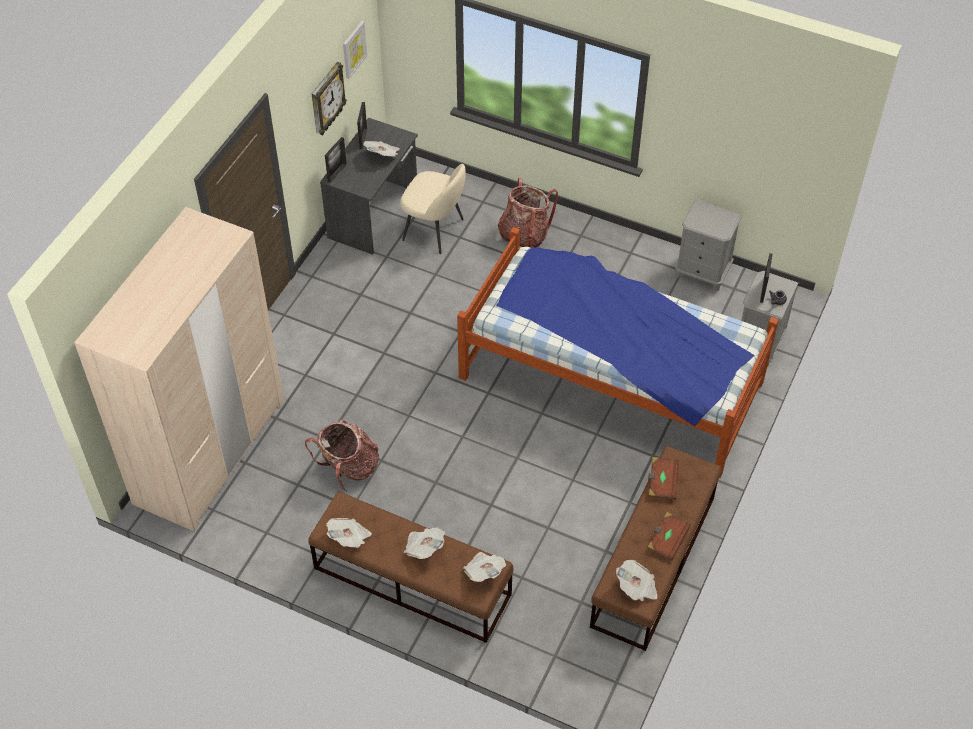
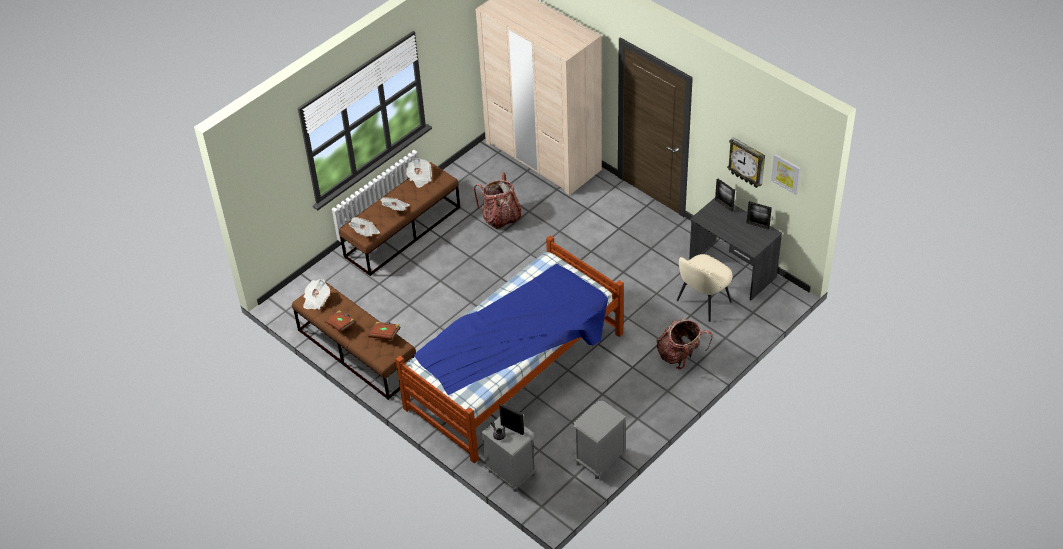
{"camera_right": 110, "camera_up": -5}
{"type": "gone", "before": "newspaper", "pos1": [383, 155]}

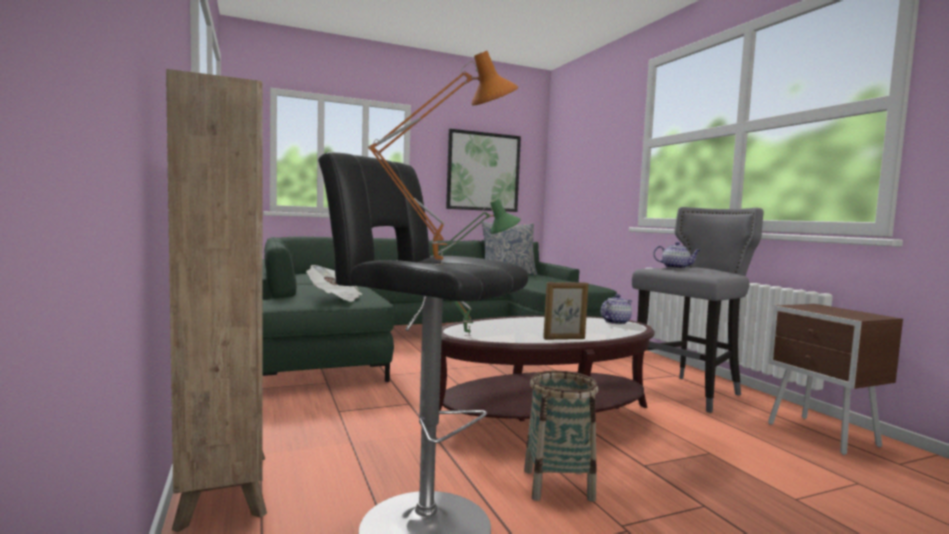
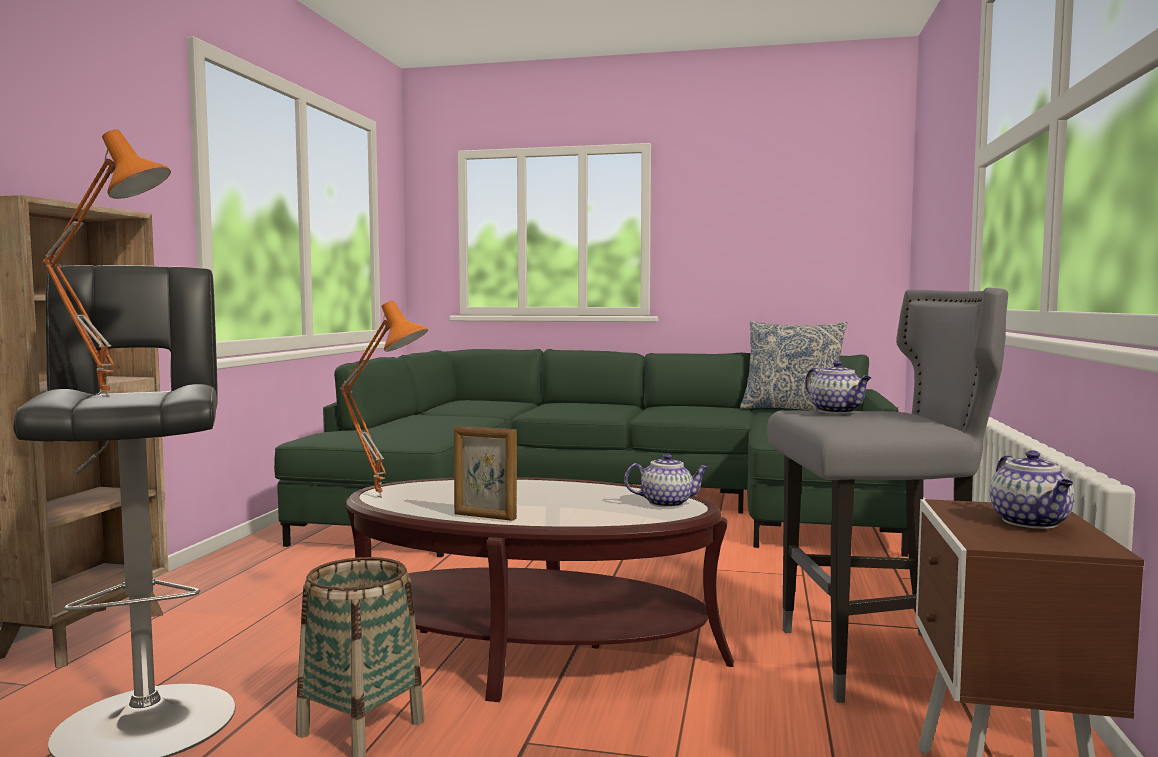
{"camera_right": 35, "camera_up": 0}
{"type": "gone", "before": "picture", "pos1": [483, 172]}
{"type": "repainted", "before": "table lamp (green)", "after": "table lamp (orange)", "pos1": [468, 335], "pos2": [382, 496]}
{"type": "gone", "before": "newspaper", "pos1": [334, 298]}
{"type": "new", "after": "teapot", "pos2": [1031, 523]}

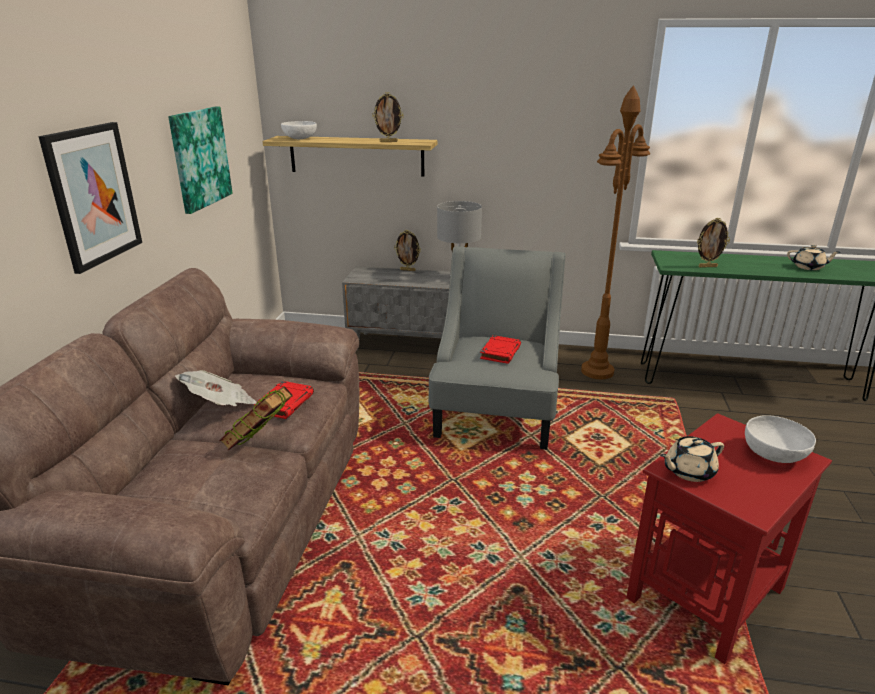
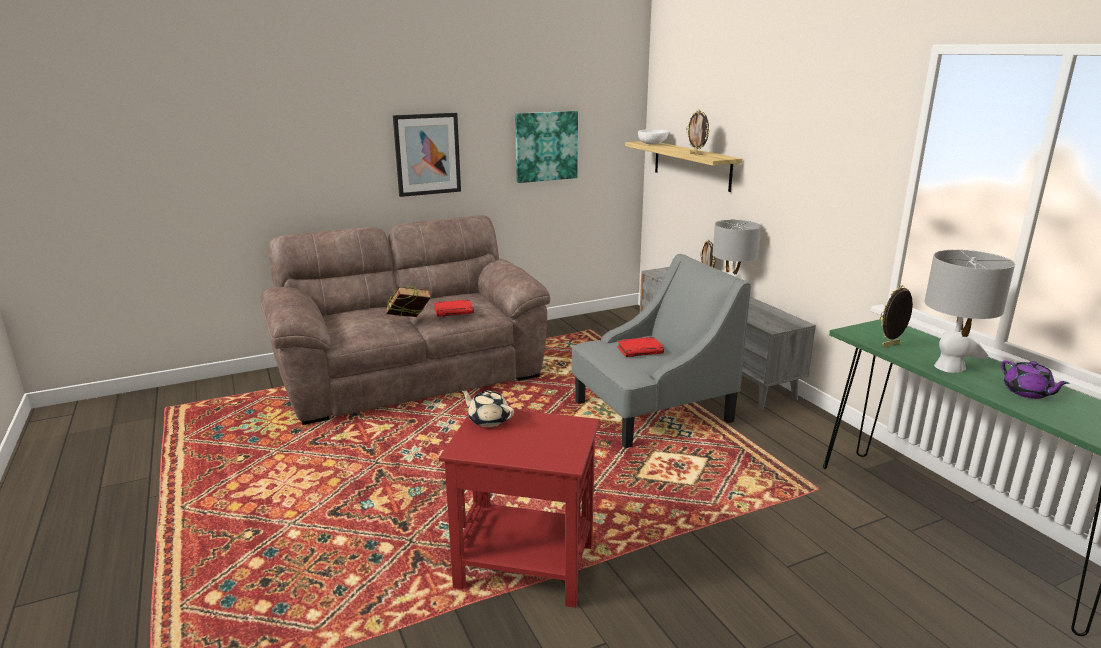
{"camera_right": 55, "camera_up": -5}
{"type": "gone", "before": "floor lamp (brown)", "pos1": [597, 371]}
{"type": "rotated", "before": "picture frame", "pos1": [707, 266], "pos2": [891, 345], "turn": 105}
{"type": "repainted", "before": "teapot (beige)", "after": "teapot (purple)", "pos1": [809, 267], "pos2": [1027, 393]}
{"type": "gone", "before": "newspaper", "pos1": [220, 404]}
{"type": "gone", "before": "bowl (white)", "pos1": [774, 453]}
{"type": "new", "after": "table lamp (grey)", "pos2": [950, 367]}

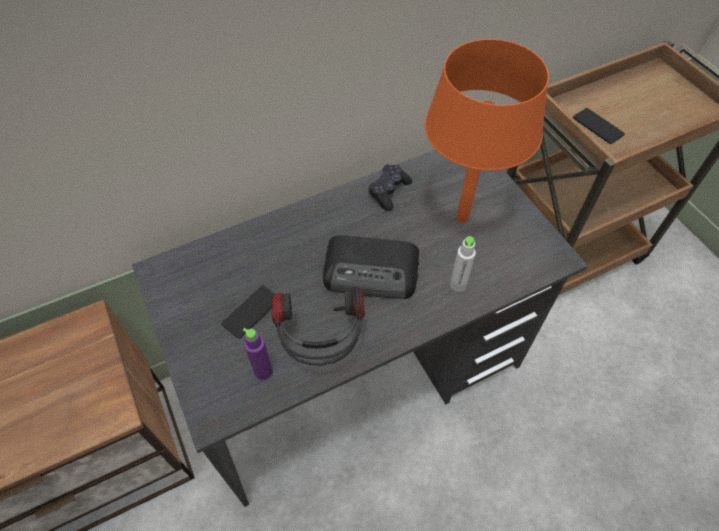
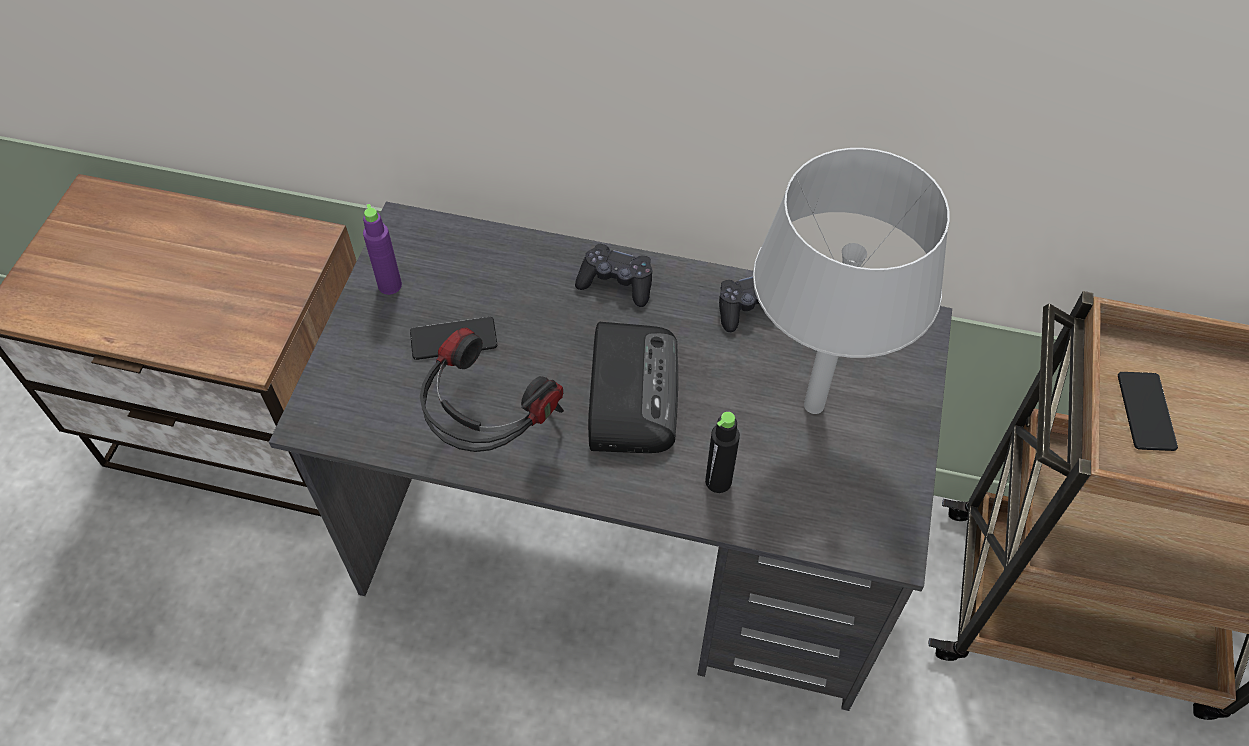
{"camera_right": 40, "camera_up": 0}
{"type": "repainted", "before": "table lamp (orange)", "after": "table lamp (grey)", "pos1": [462, 218], "pos2": [814, 406]}
{"type": "rotated", "before": "radio", "pos1": [372, 271], "pos2": [631, 391], "turn": -135}
{"type": "repainted", "before": "bottle (white)", "after": "bottle (black)", "pos1": [458, 285], "pos2": [718, 481]}
{"type": "shifted", "before": "bottle (purple)", "pos1": [263, 371], "pos2": [390, 285]}
{"type": "new", "after": "game controller (black)", "pos2": [616, 283]}

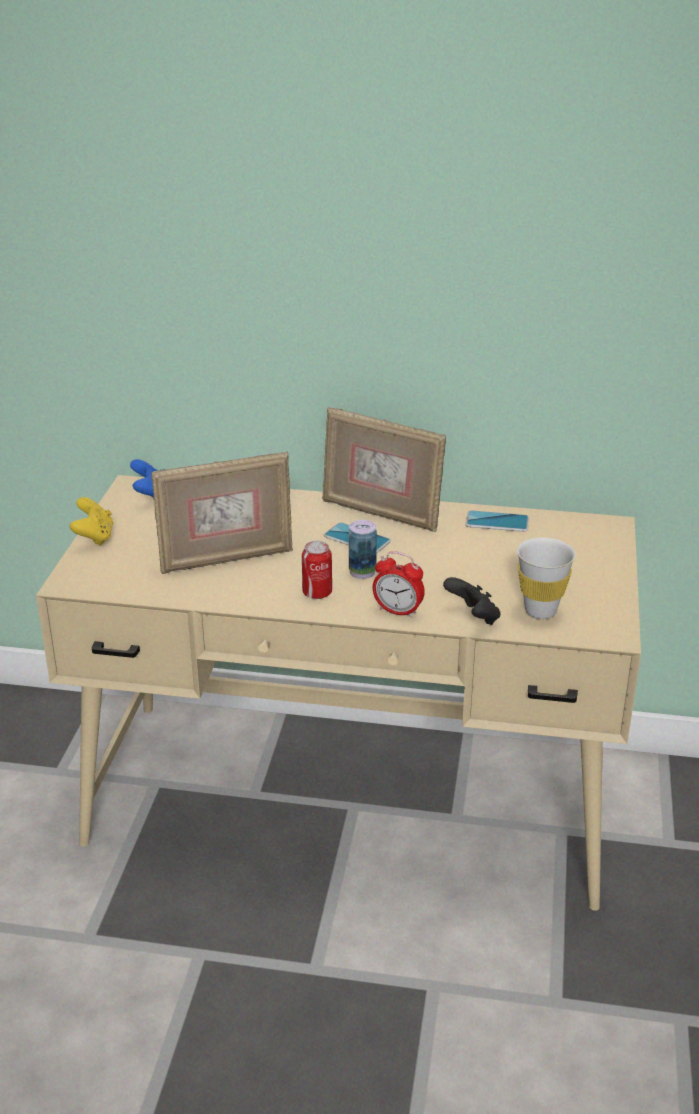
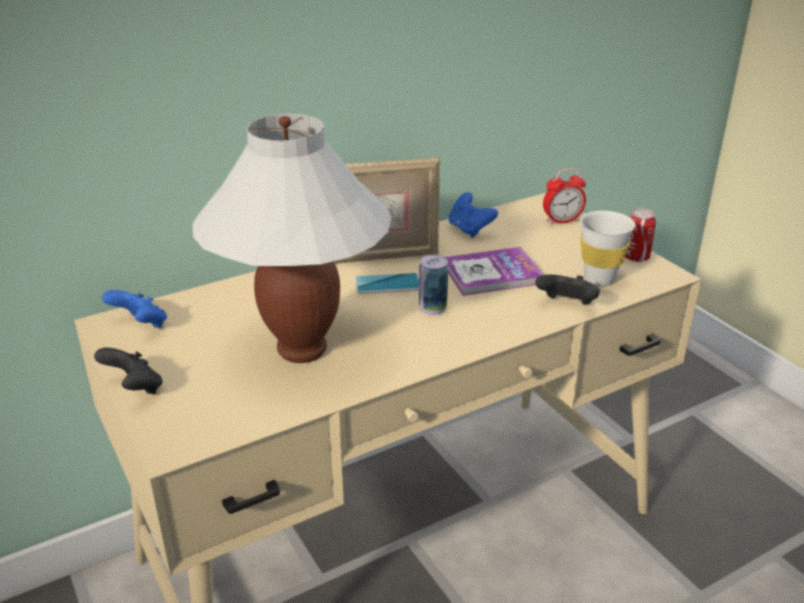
{"camera_right": -40, "camera_up": 0}
{"type": "swapped", "before": "picture frame", "after": "table lamp (white)", "pos1": [226, 559], "pos2": [301, 349]}
{"type": "repainted", "before": "game controller (yellow)", "after": "game controller (black)", "pos1": [94, 537], "pos2": [135, 389]}
{"type": "swapped", "before": "phone", "after": "game controller (blue)", "pos1": [497, 522], "pos2": [469, 229]}
{"type": "shifted", "before": "can", "pos1": [317, 593], "pos2": [636, 257]}
{"type": "shifted", "before": "alarm clock", "pos1": [398, 611], "pos2": [562, 221]}
{"type": "new", "after": "book", "pos2": [492, 274]}

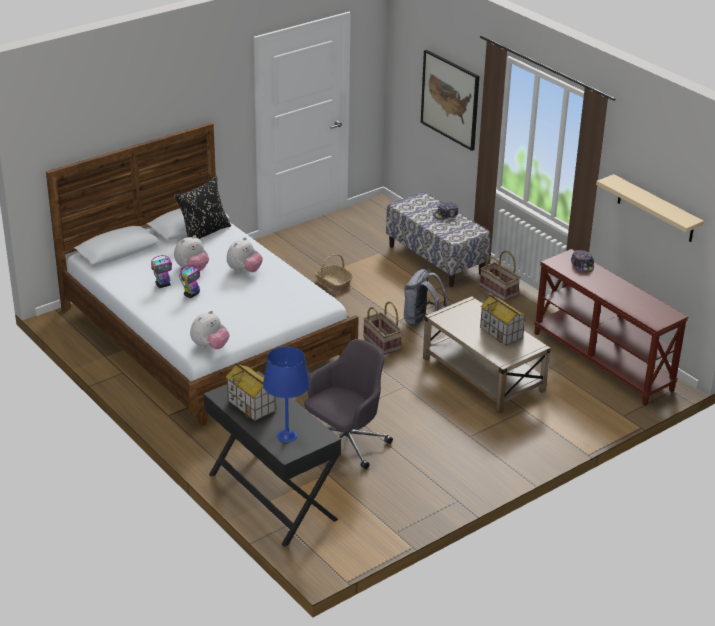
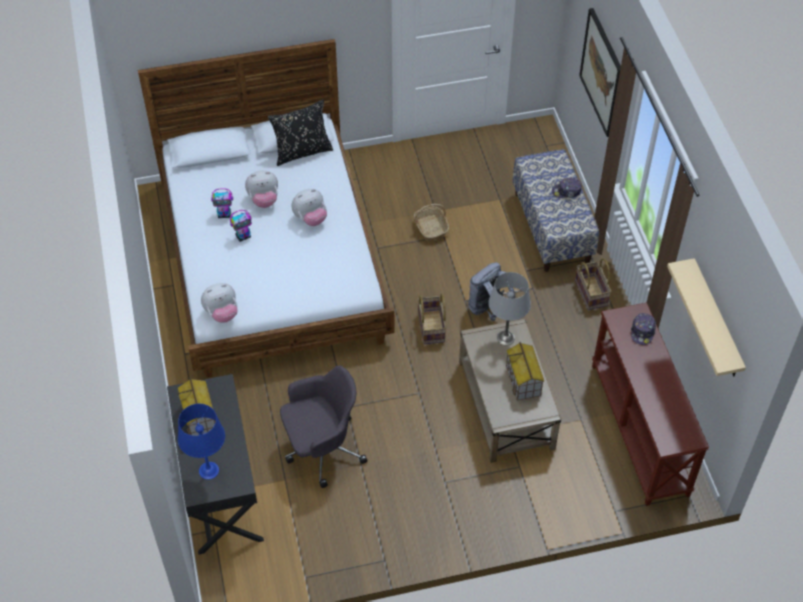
{"camera_right": 25, "camera_up": 20}
{"type": "new", "after": "table lamp (grey)", "pos2": [505, 338]}

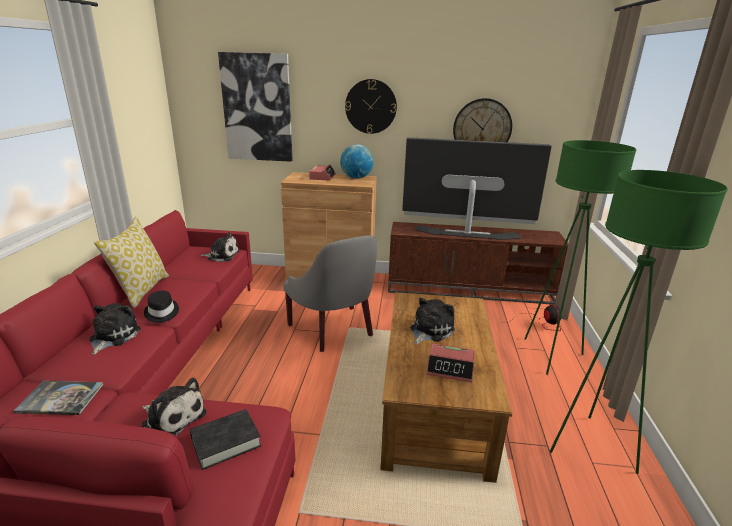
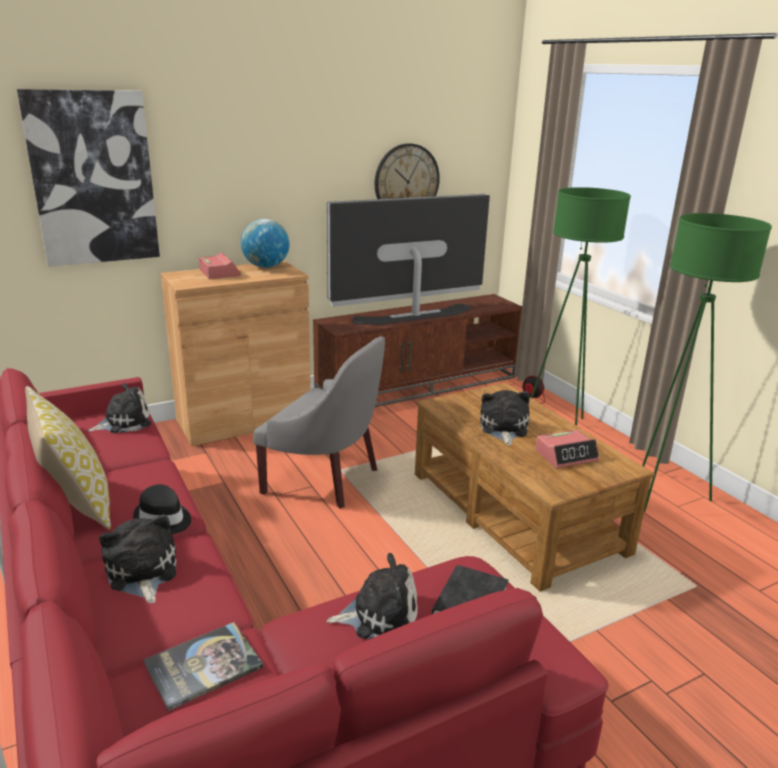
{"camera_right": -35, "camera_up": 0}
{"type": "gone", "before": "wall clock", "pos1": [370, 106]}

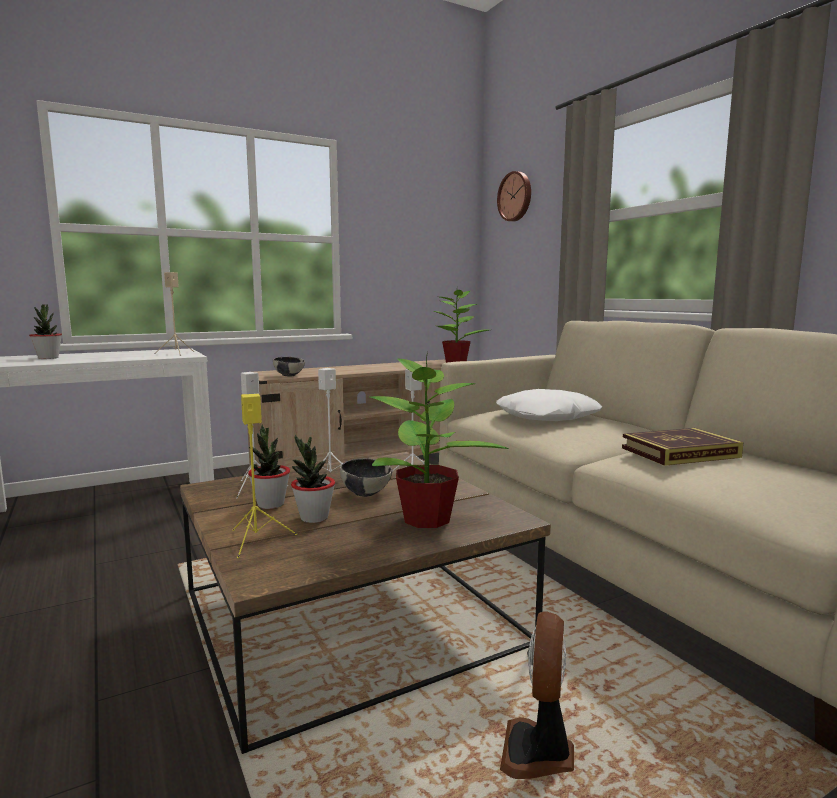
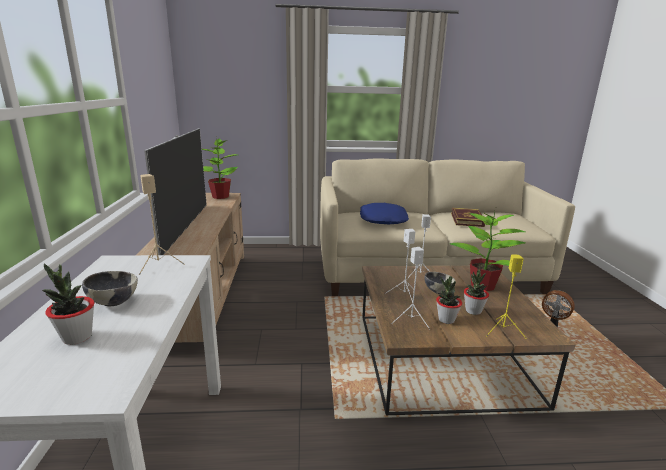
{"camera_right": -65, "camera_up": 10}
{"type": "gone", "before": "wall clock", "pos1": [516, 196]}
{"type": "shifted", "before": "bowl", "pos1": [289, 375], "pos2": [113, 302]}
{"type": "repainted", "before": "pillow (white)", "after": "pillow (blue)", "pos1": [547, 417], "pos2": [383, 219]}
{"type": "new", "after": "television", "pos2": [185, 227]}

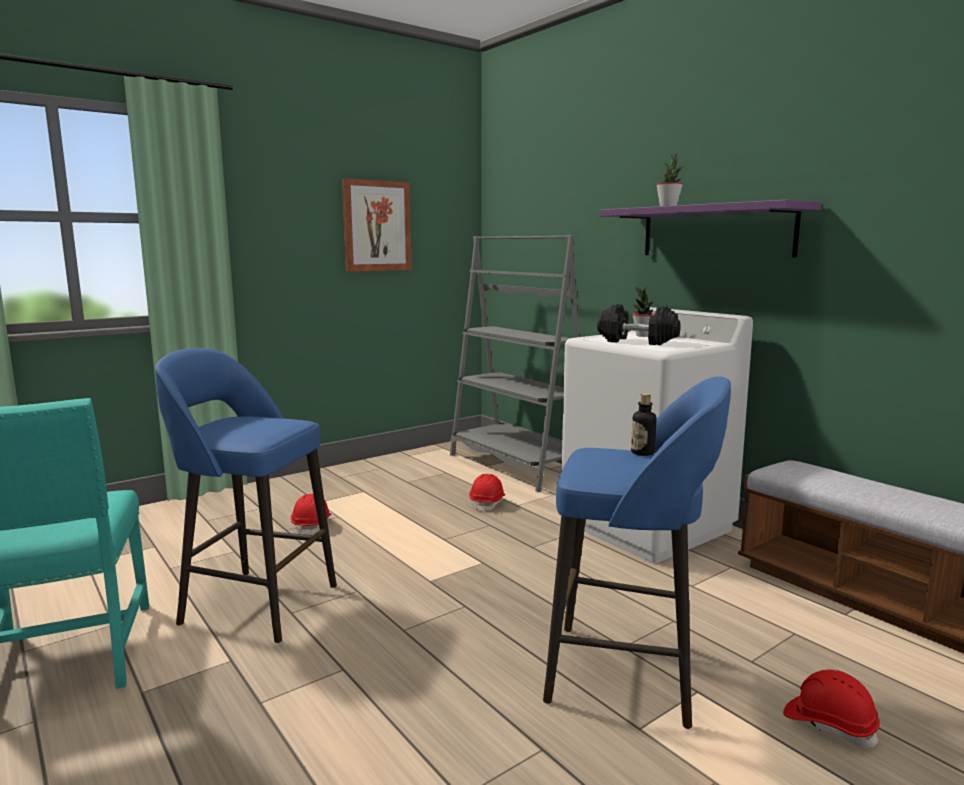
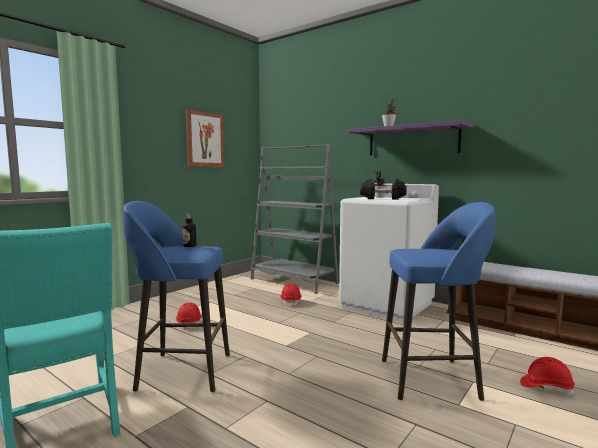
{"camera_right": -15, "camera_up": -5}
{"type": "shifted", "before": "bottle", "pos1": [642, 453], "pos2": [189, 246]}

